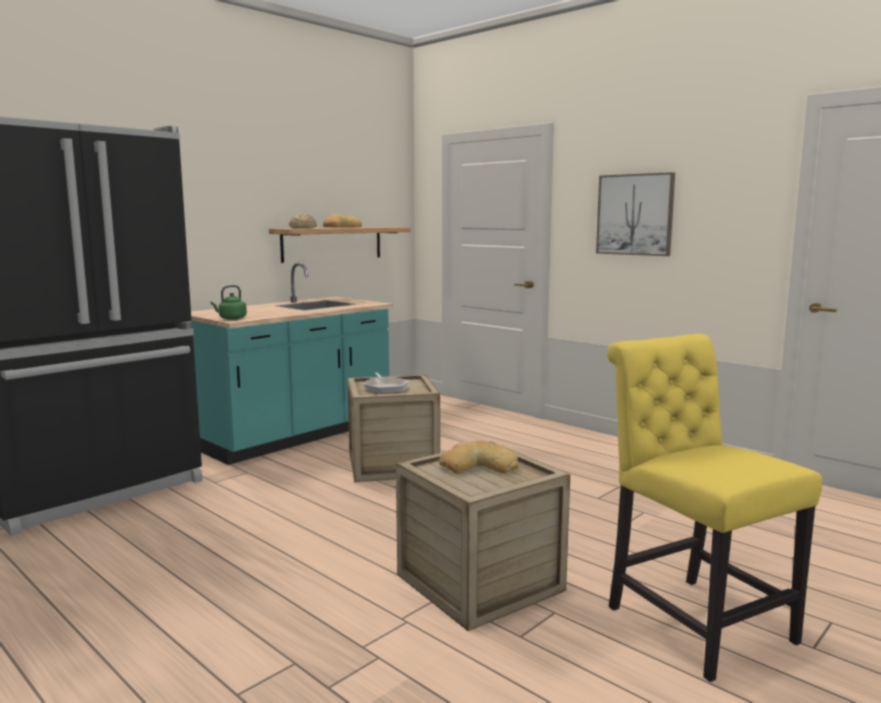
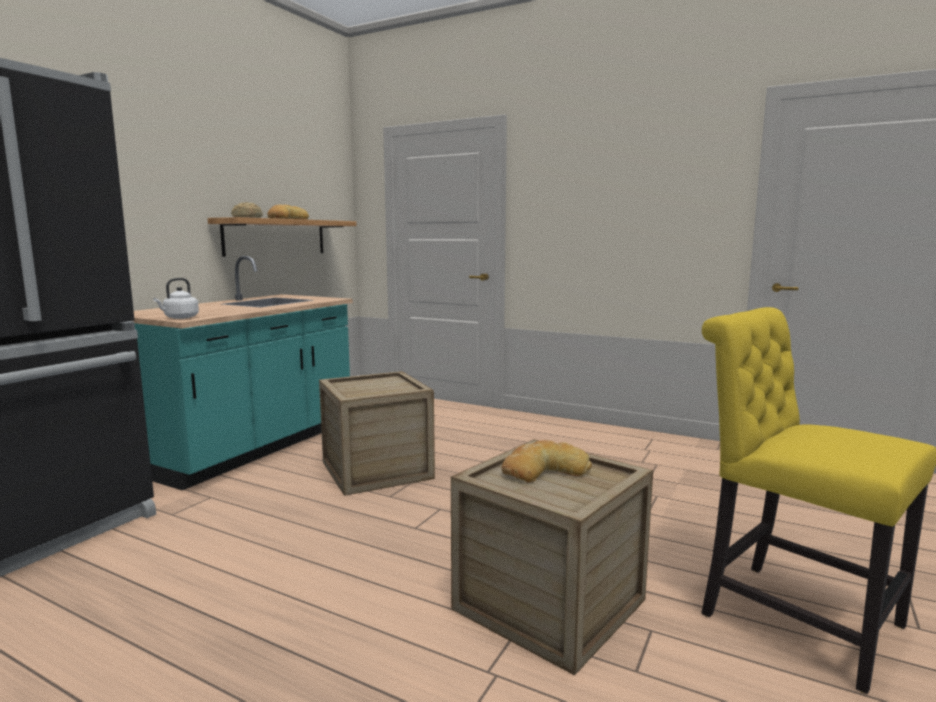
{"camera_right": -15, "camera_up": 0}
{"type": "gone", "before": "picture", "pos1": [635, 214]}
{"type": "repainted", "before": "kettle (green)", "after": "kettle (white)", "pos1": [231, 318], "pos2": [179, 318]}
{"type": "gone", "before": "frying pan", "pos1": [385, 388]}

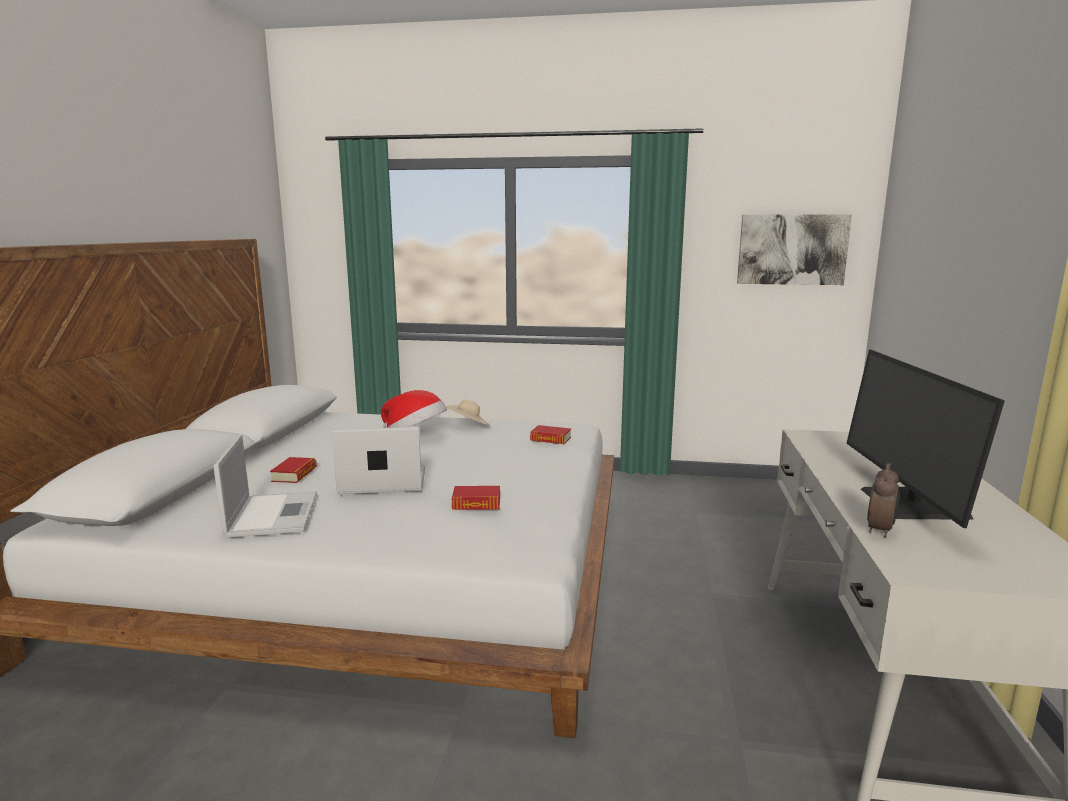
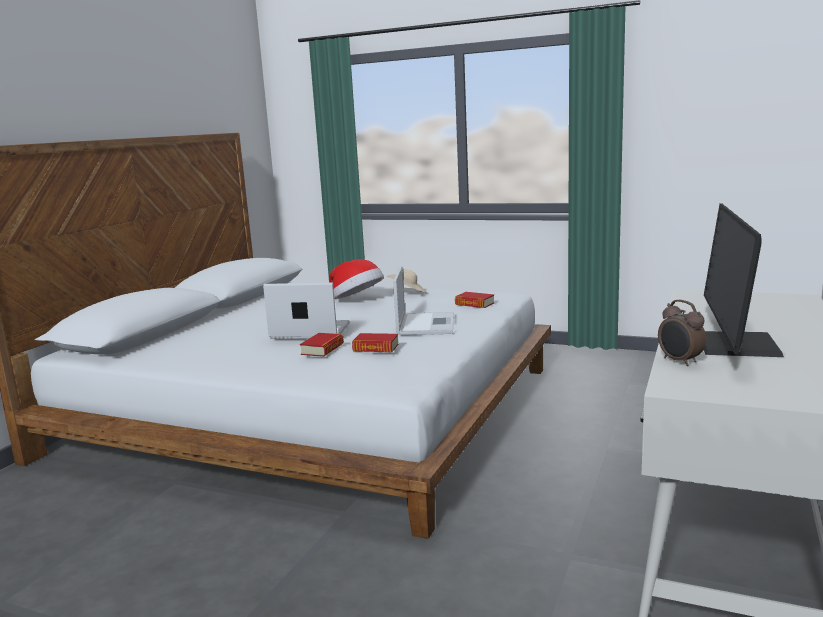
{"camera_right": 15, "camera_up": 0}
{"type": "gone", "before": "picture", "pos1": [792, 249]}
{"type": "shifted", "before": "laptop", "pos1": [272, 514], "pos2": [425, 324]}
{"type": "shifted", "before": "book", "pos1": [294, 474], "pos2": [322, 349]}
{"type": "rotated", "before": "alarm clock", "pos1": [880, 530], "pos2": [679, 361], "turn": 105}

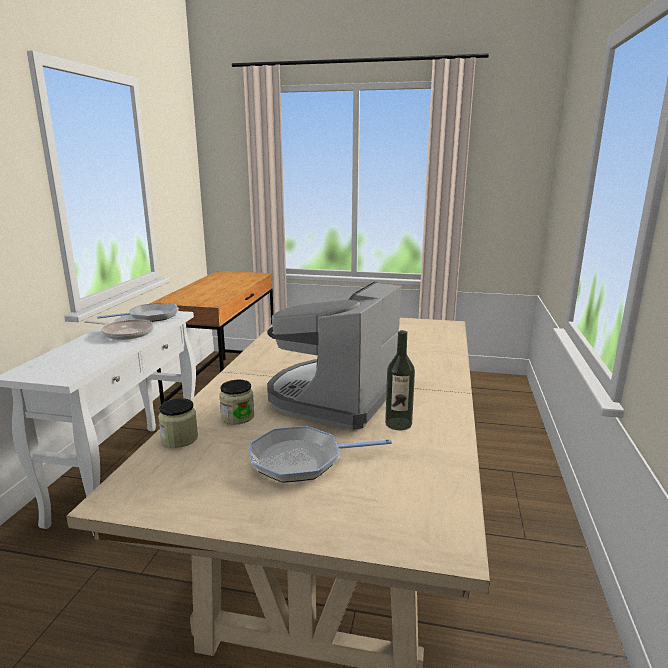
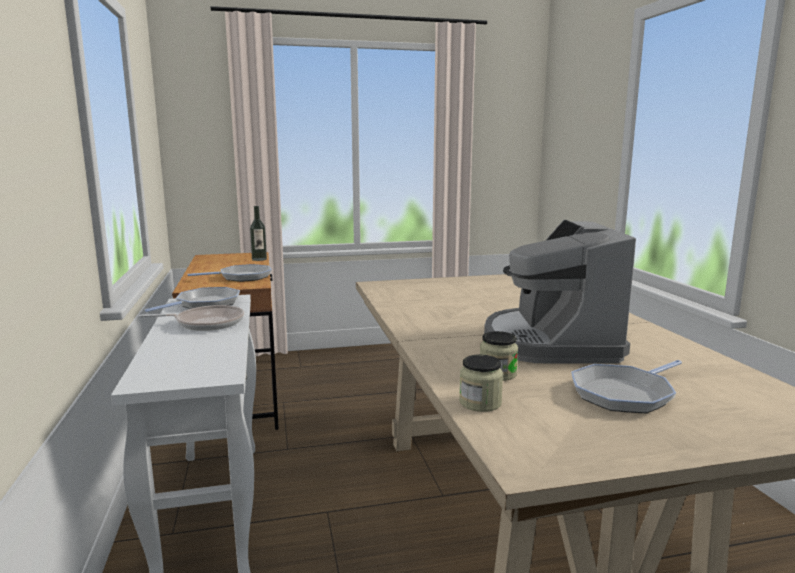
{"camera_right": -25, "camera_up": -5}
{"type": "shifted", "before": "bottle", "pos1": [398, 424], "pos2": [259, 259]}
{"type": "new", "after": "frying pan", "pos2": [242, 277]}

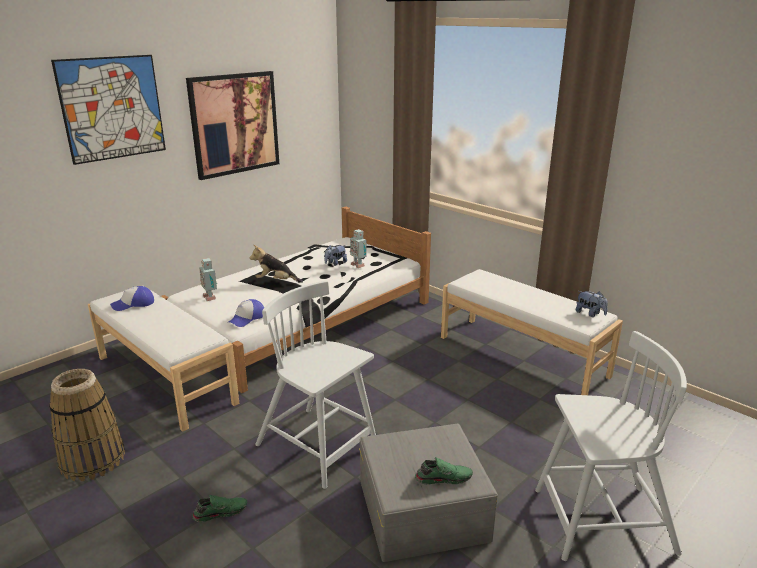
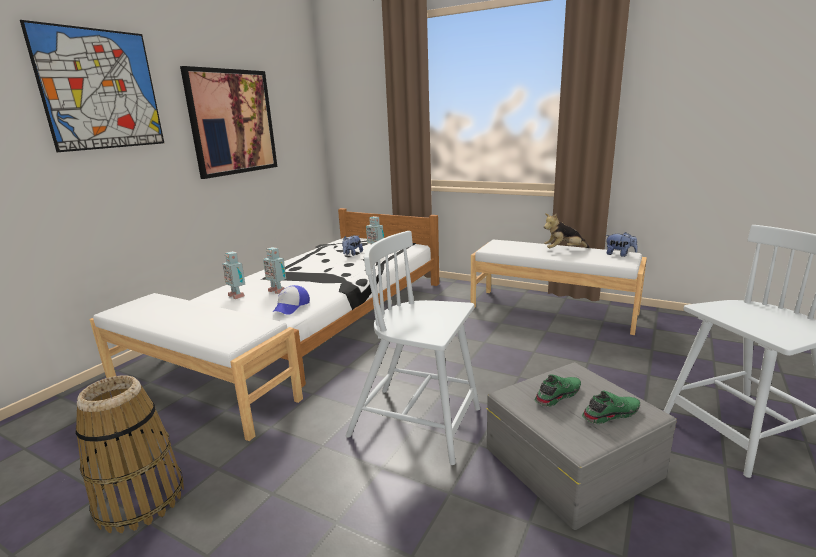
{"camera_right": -15, "camera_up": -5}
{"type": "shifted", "before": "plush toy", "pos1": [276, 281], "pos2": [563, 250]}
{"type": "gone", "before": "cap", "pos1": [133, 304]}
{"type": "shifted", "before": "shoe (green)", "pos1": [220, 512], "pos2": [556, 395]}
{"type": "new", "after": "toy robot", "pos2": [277, 290]}

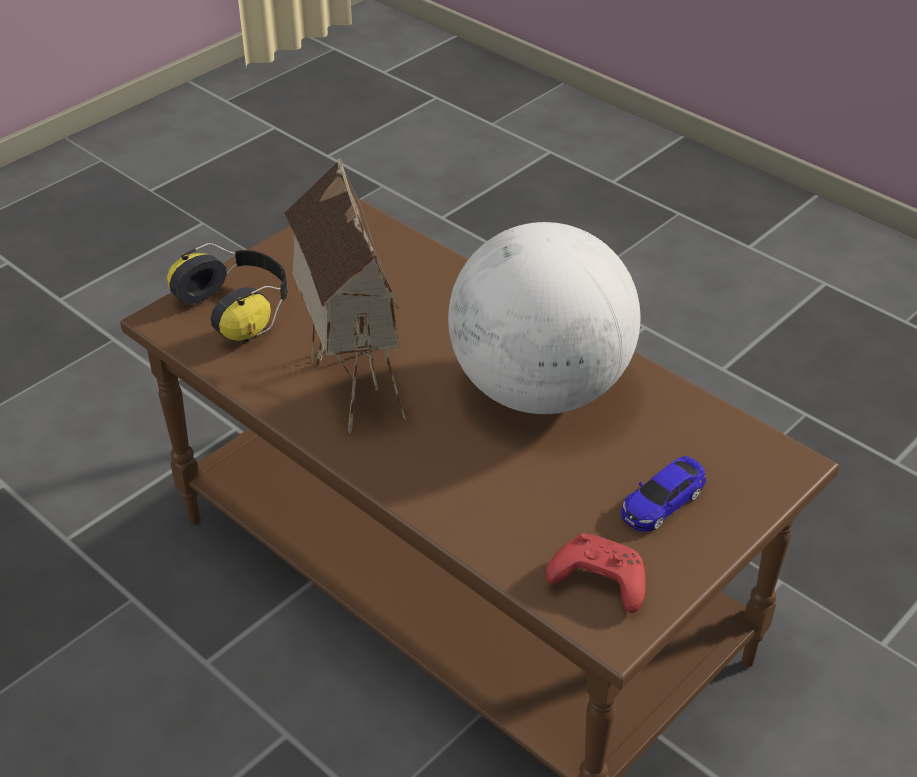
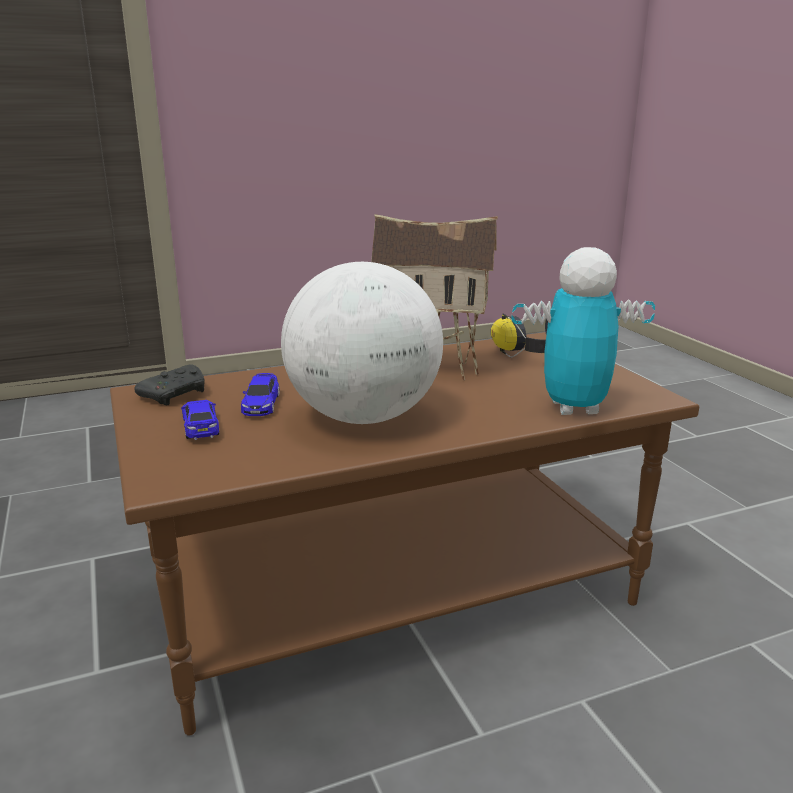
{"camera_right": 115, "camera_up": -20}
{"type": "repainted", "before": "game controller (red)", "after": "game controller (black)", "pos1": [597, 581], "pos2": [176, 395]}
{"type": "new", "after": "toy robot", "pos2": [574, 408]}
{"type": "new", "after": "toy car", "pos2": [261, 404]}

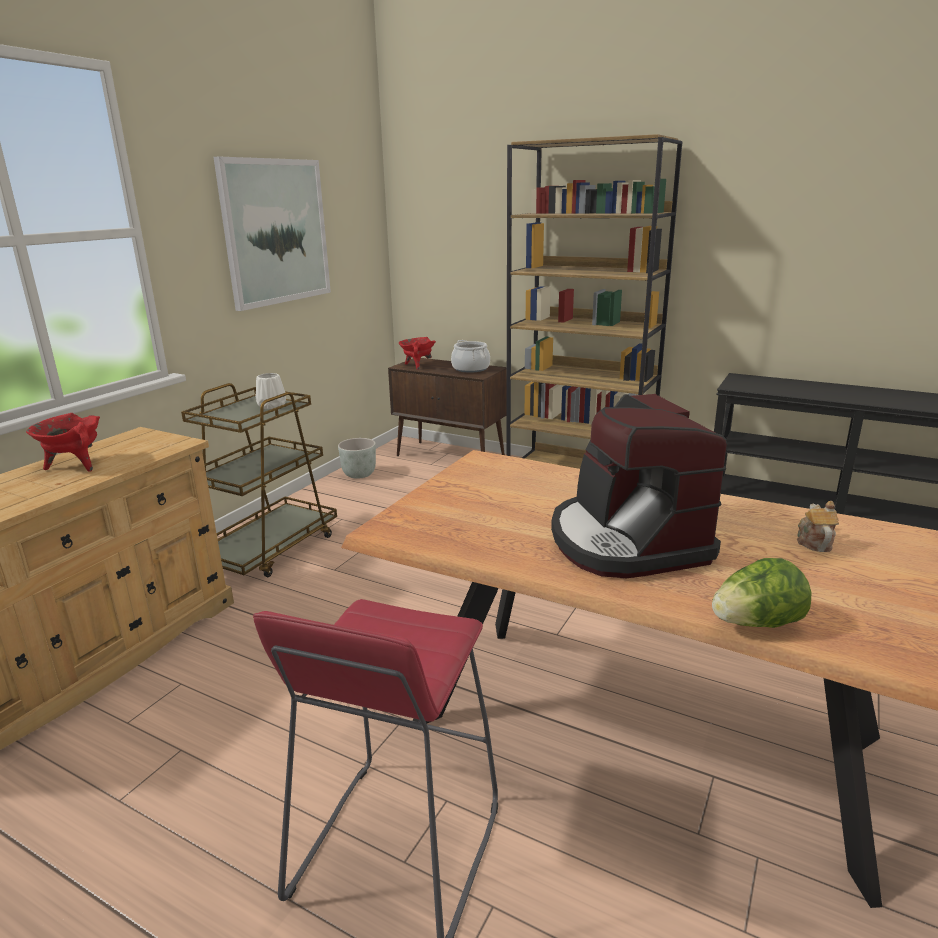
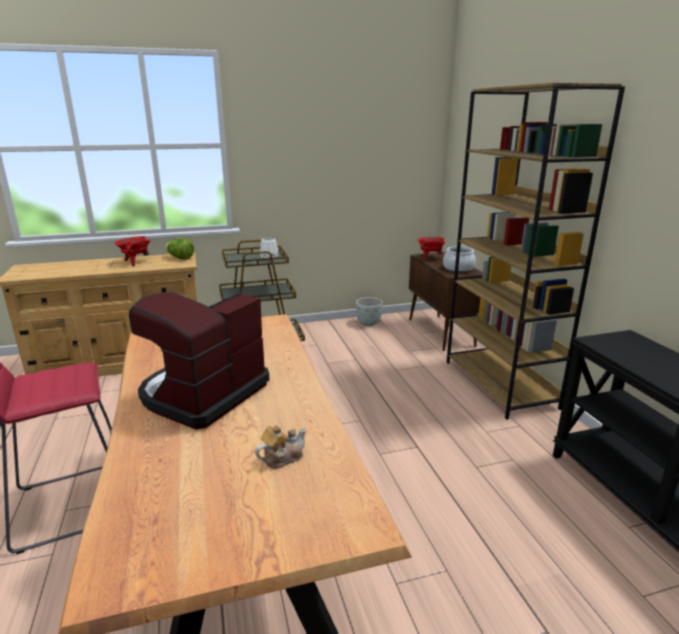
{"camera_right": 45, "camera_up": 0}
{"type": "gone", "before": "picture", "pos1": [276, 232]}
{"type": "shifted", "before": "lettuce", "pos1": [756, 624], "pos2": [180, 258]}

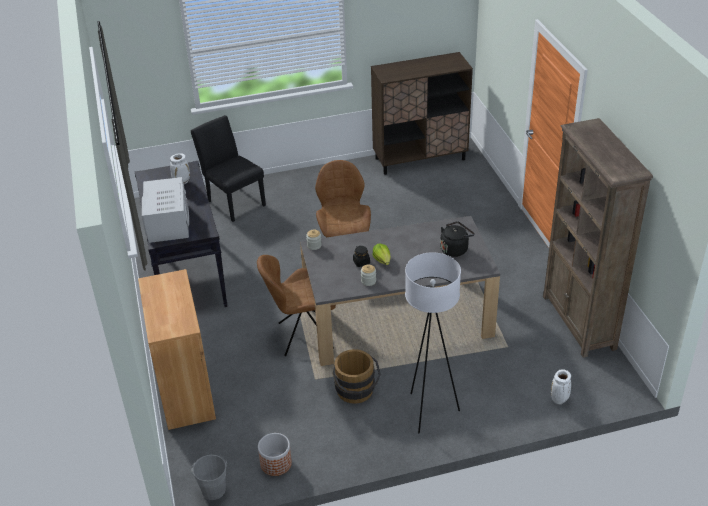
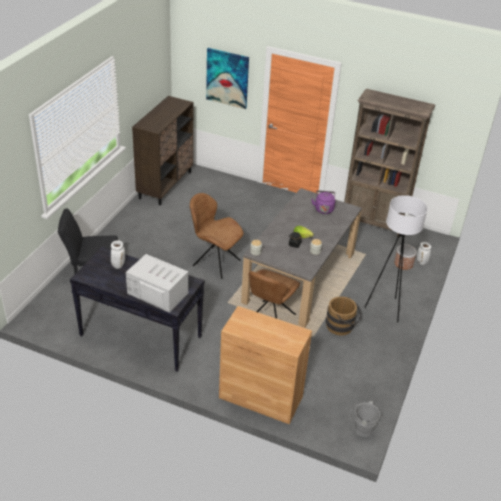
{"camera_right": -55, "camera_up": 0}
{"type": "repainted", "before": "kettle (black)", "after": "kettle (purple)", "pos1": [455, 249], "pos2": [323, 209]}
{"type": "shifted", "before": "planter", "pos1": [276, 463], "pos2": [403, 263]}
{"type": "new", "after": "picture", "pos2": [227, 78]}

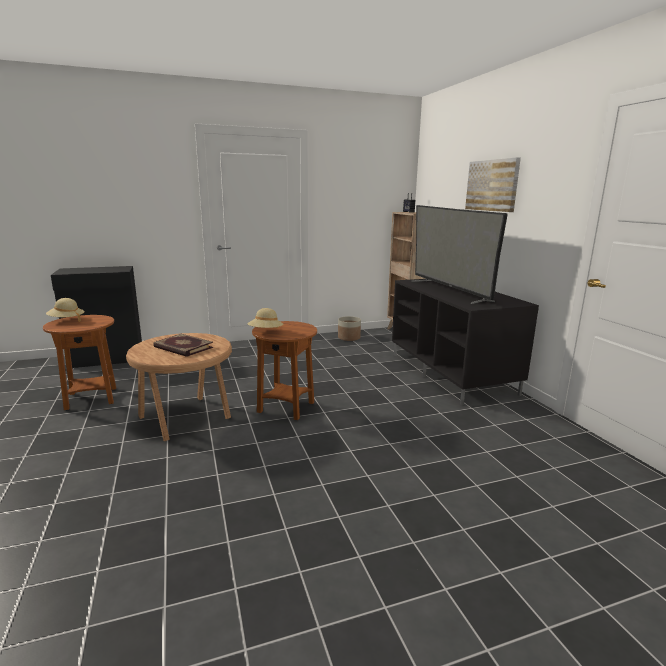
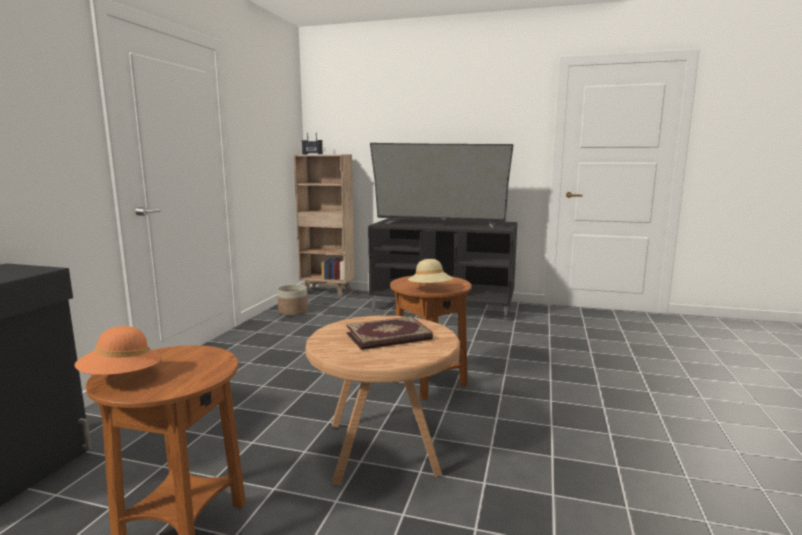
{"camera_right": -55, "camera_up": -5}
{"type": "gone", "before": "picture", "pos1": [492, 185]}
{"type": "repainted", "before": "hat (beige)", "after": "hat (orange)", "pos1": [66, 320], "pos2": [121, 378]}

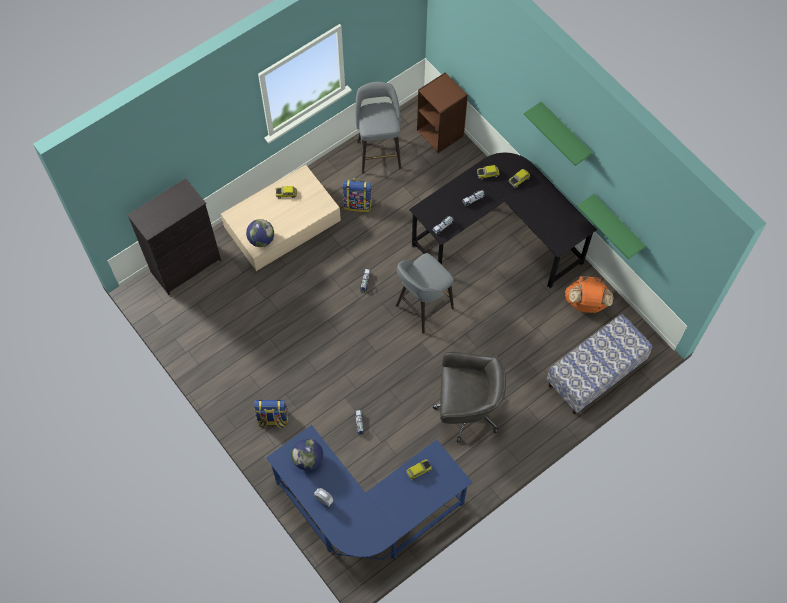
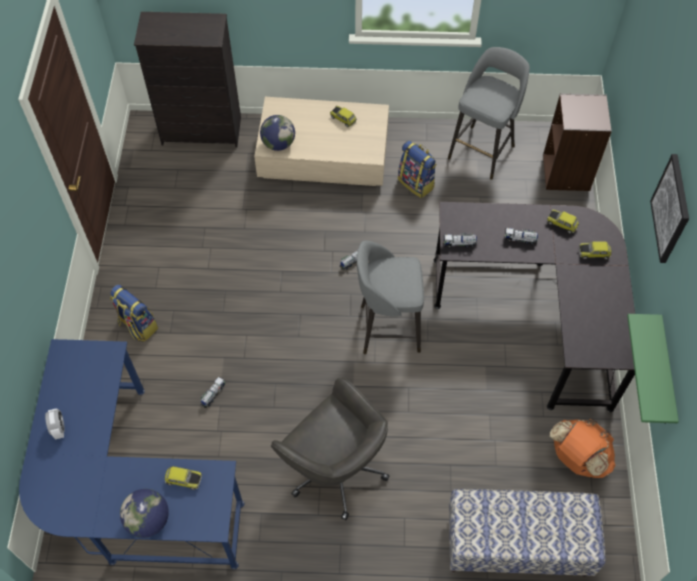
{"camera_right": 40, "camera_up": -5}
{"type": "swapped", "before": "shelf (green)", "after": "picture", "pos1": [565, 133], "pos2": [671, 209]}
{"type": "shifted", "before": "globe", "pos1": [308, 459], "pos2": [148, 520]}

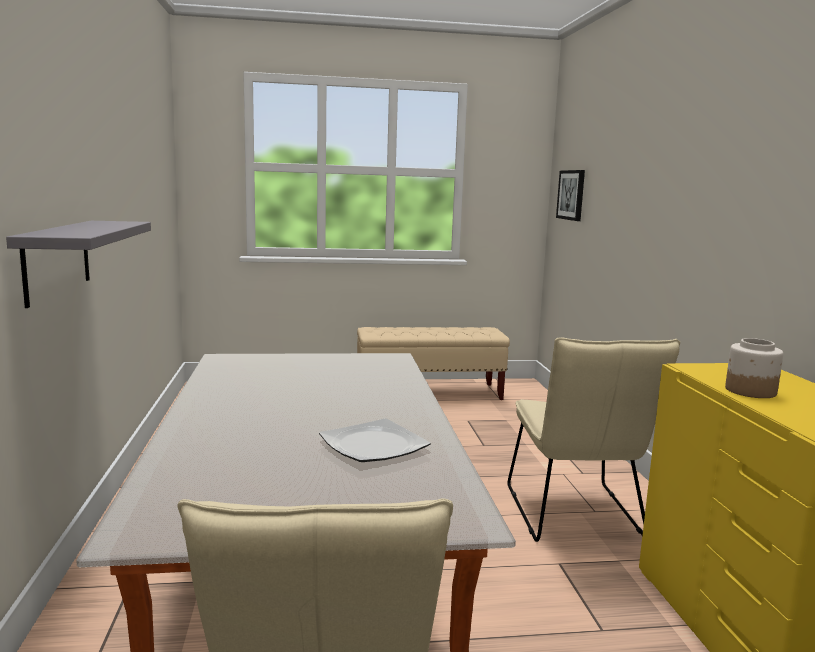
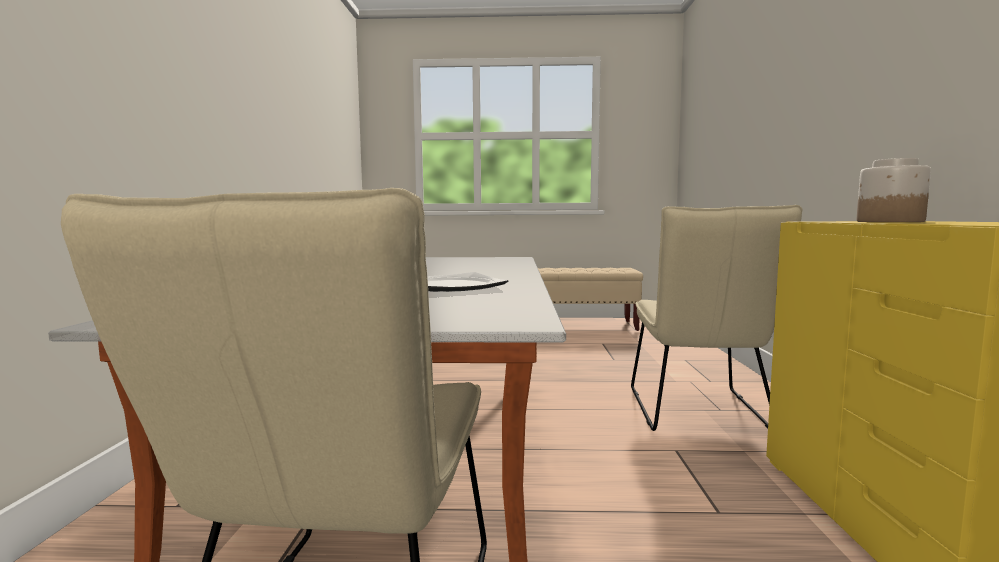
{"camera_right": 10, "camera_up": -5}
{"type": "gone", "before": "picture", "pos1": [571, 195]}
{"type": "gone", "before": "shelf (grey)", "pos1": [57, 260]}

